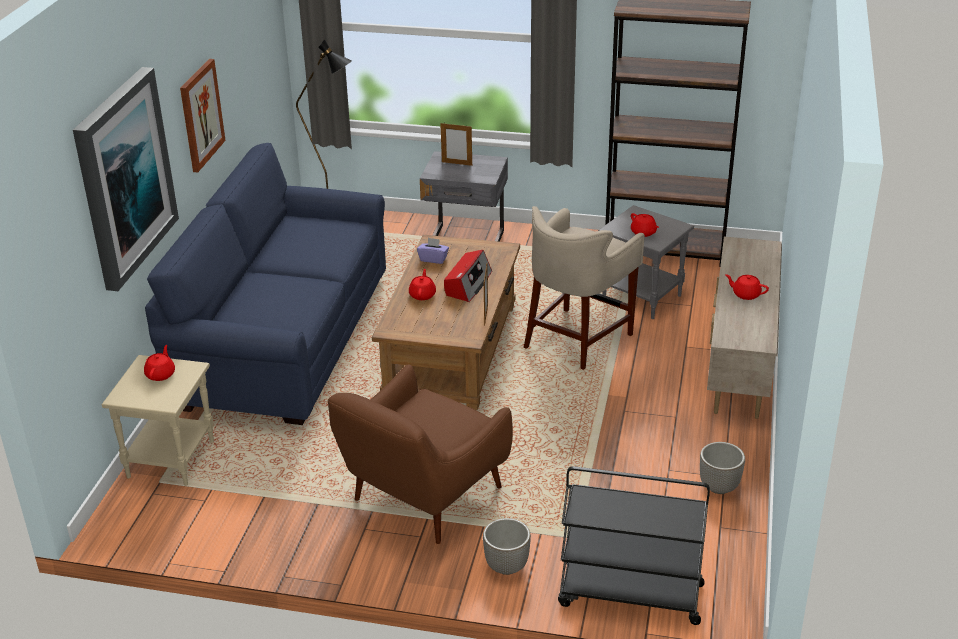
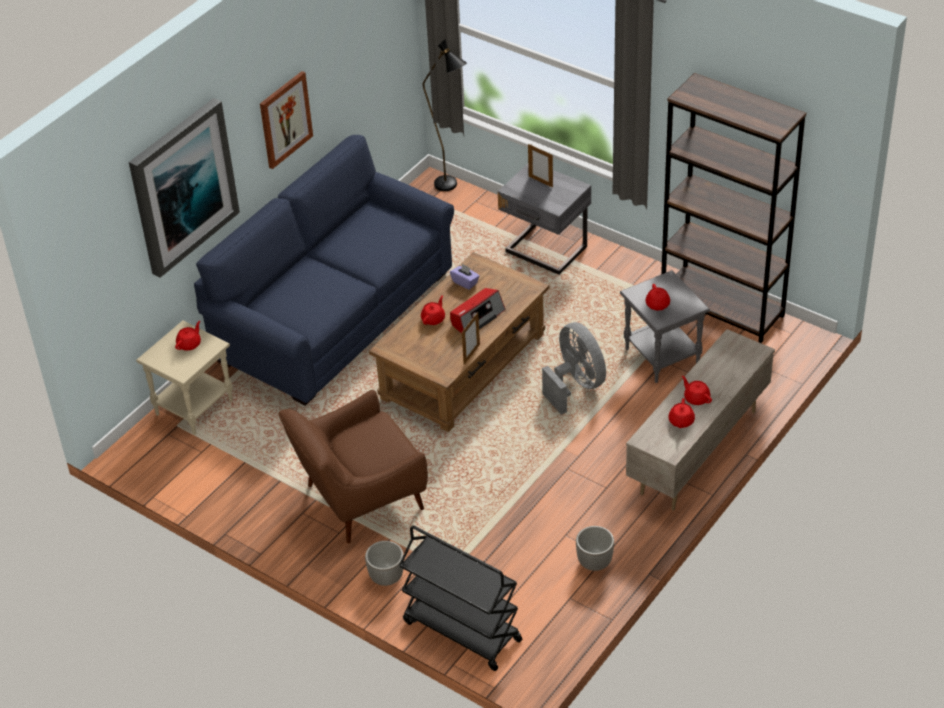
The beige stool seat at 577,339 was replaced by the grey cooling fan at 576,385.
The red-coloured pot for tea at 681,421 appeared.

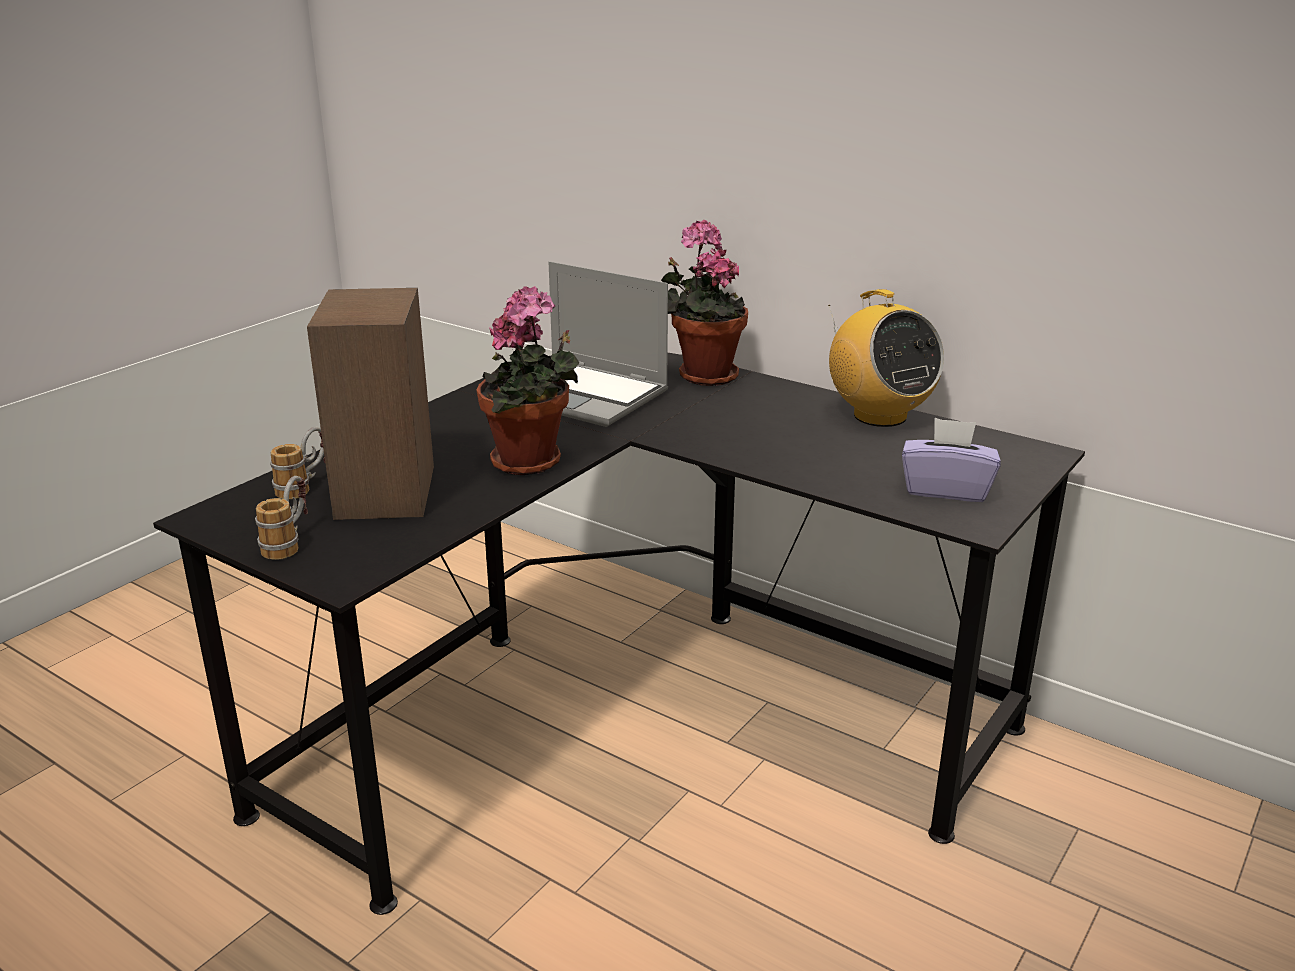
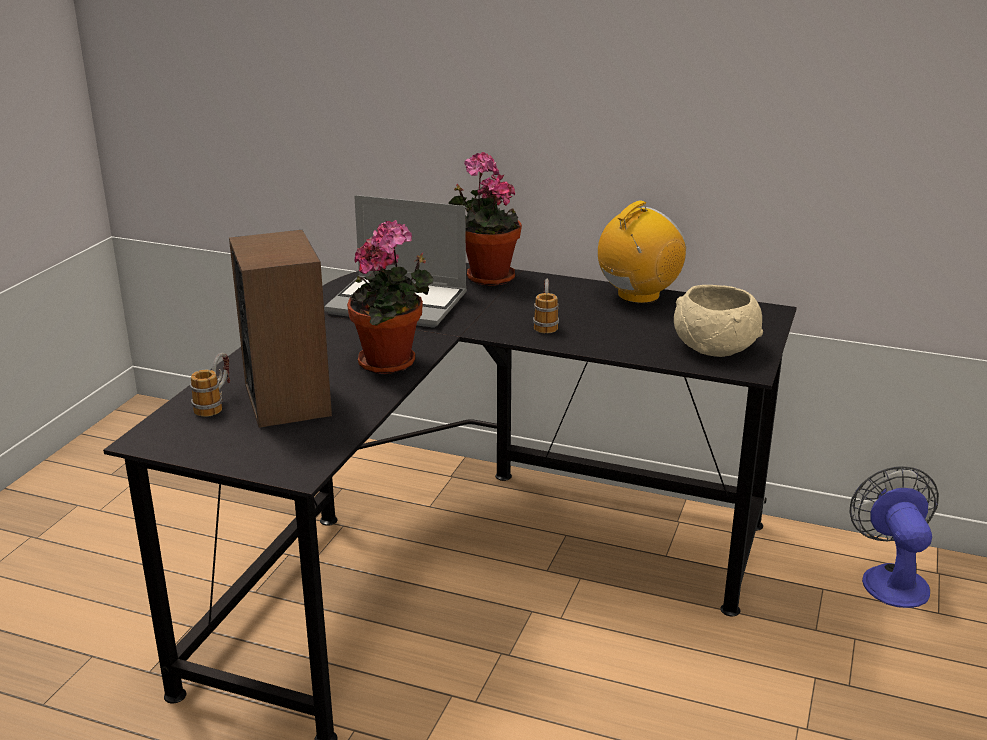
The tea mug moved from 289,542 to 545,323.
The radio set at 879,416 turned 90 degrees counterclockwise.
The purplish tissue box at 946,489 was replaced by the beige serving bowl at 714,346.
The cooling fan at 891,578 appeared.

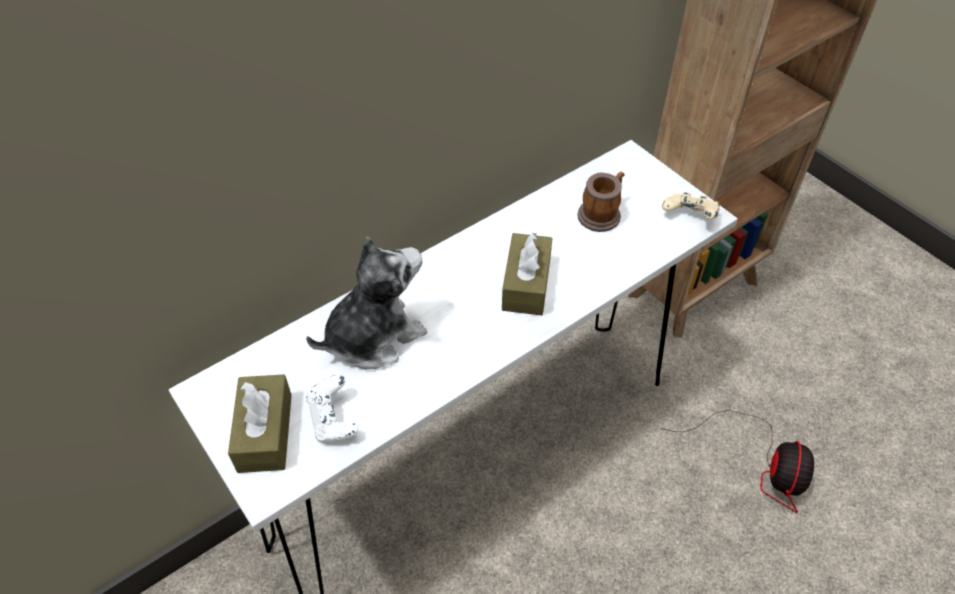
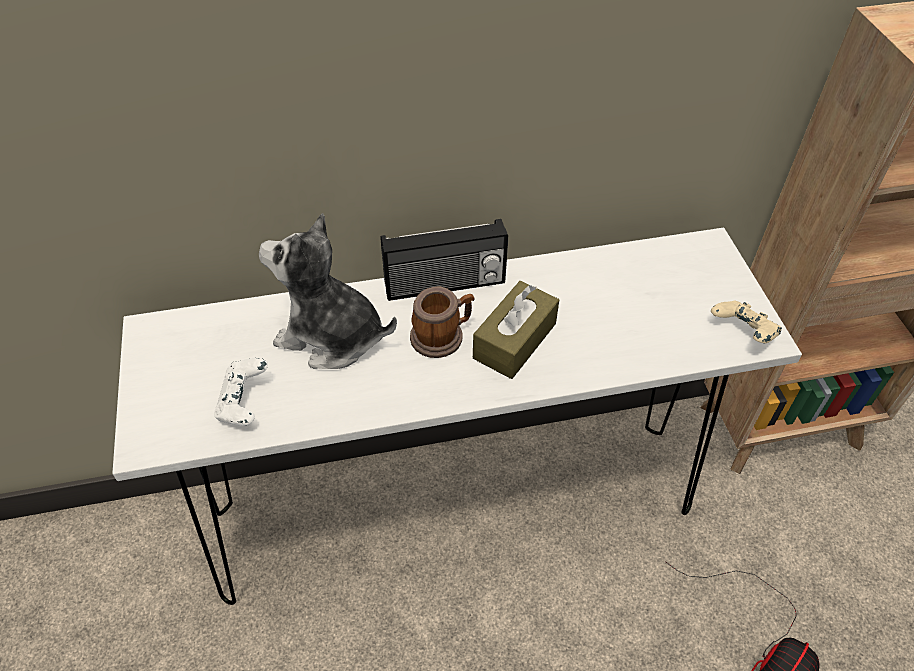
The brown-coloured tissue box at 265,432 disappeared.
The plush toy at 373,336 turned 150 degrees counterclockwise.
The tea mug moved from 601,214 to 442,336.
The radio set at 445,285 appeared.

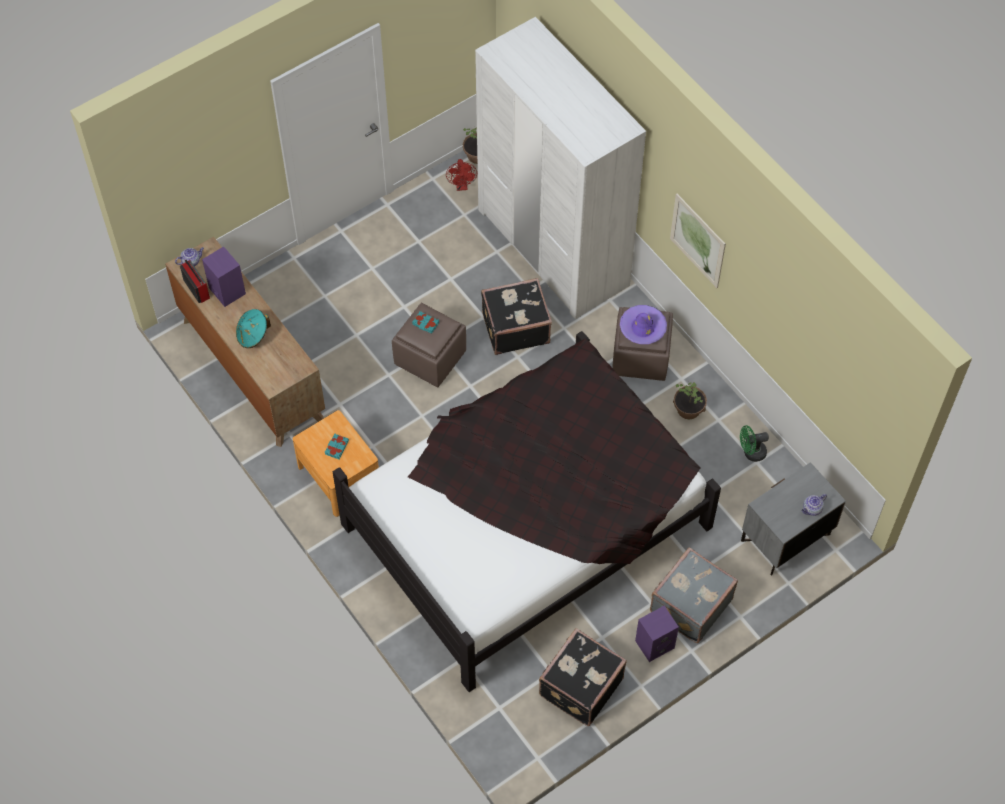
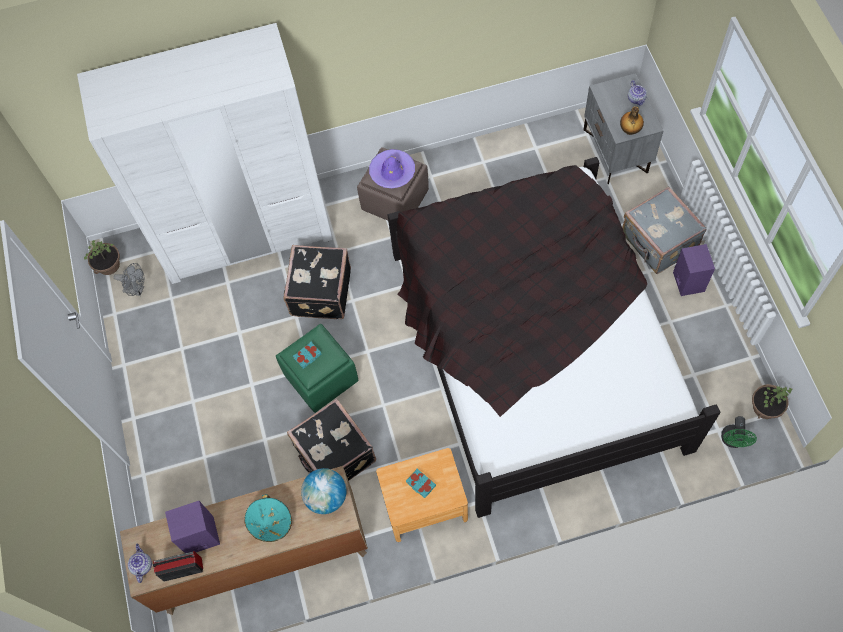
The brown-coloured pouffe at 431,357 became the green pouffe at 321,377.
The red-coloured cooling fan at 462,186 became the grey cooling fan at 137,290.
The blackish travel case moved from 579,686 to 334,455.
The picture at 697,240 disappeared.
The houseplant moved from 688,409 to 765,407.
The green cooling fan moved from 751,453 to 733,441.
The globe at 326,497 appeared.
The drink bottle at 629,130 appeared.

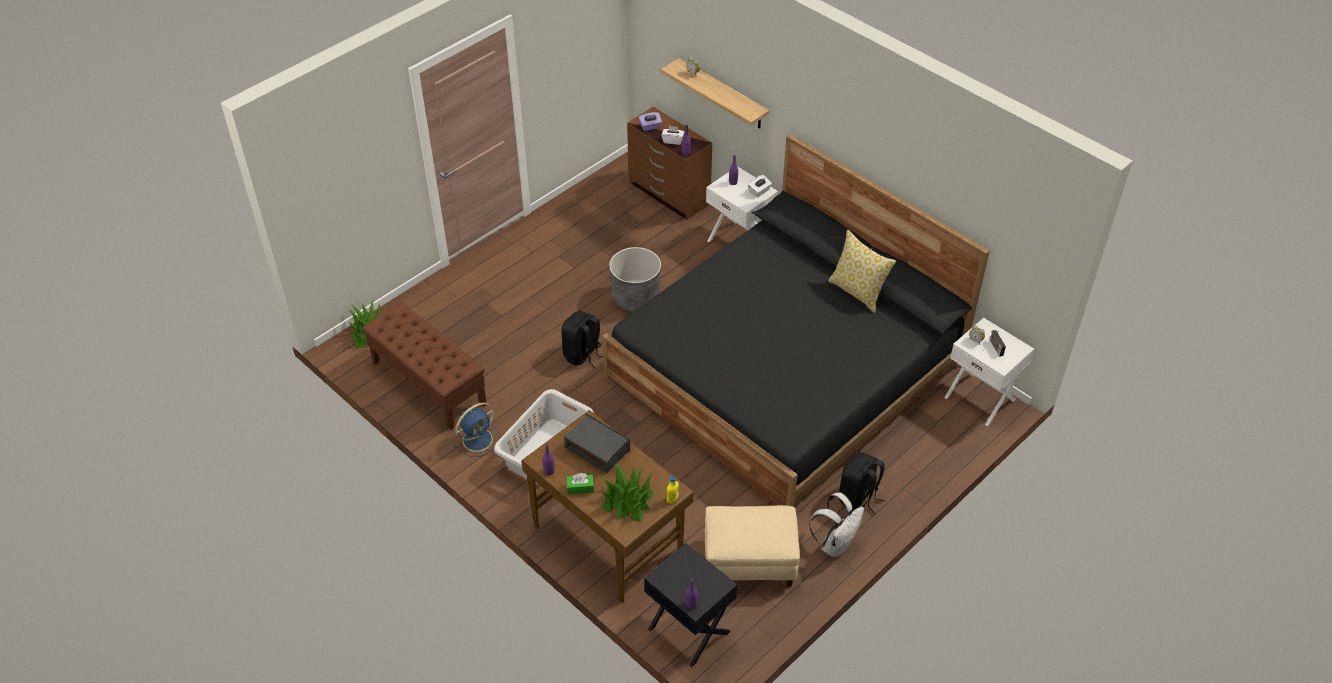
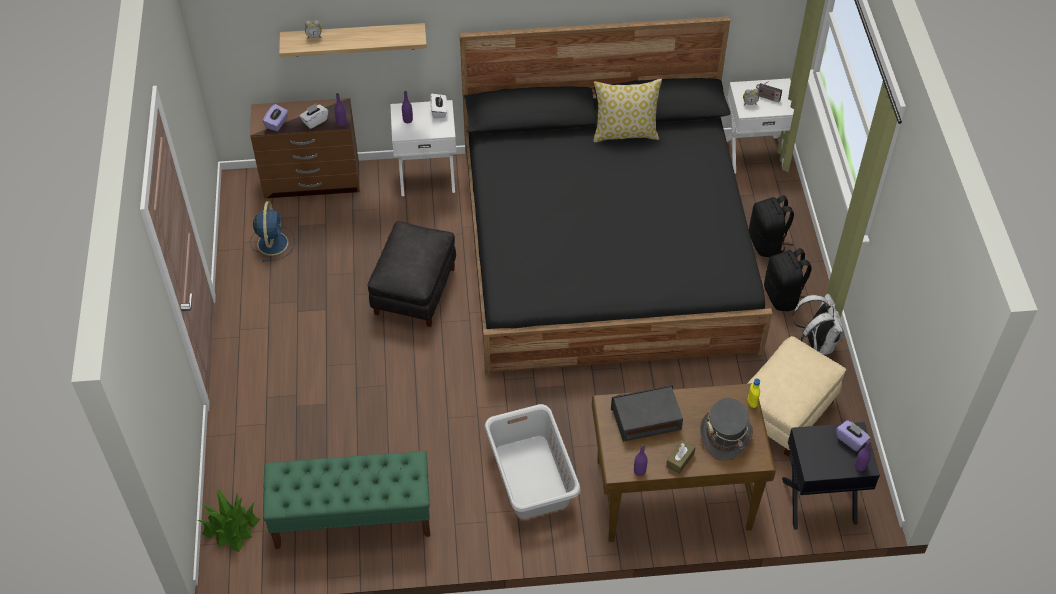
The brown-coloured indoor bench at 428,383 became the green indoor bench at 352,518.
The blue cooling fan moved from 478,439 to 273,242.
The blackish rucksack moved from 583,355 to 767,243.
The green tissue box at 580,488 became the brown-coloured tissue box at 680,460.
The houseplant at 627,501 was replaced by the grey clothing hat at 725,435.
The grey flower pot at 636,298 was replaced by the blackish pouffe at 414,290.
The purplish tissue box at 851,440 appeared.

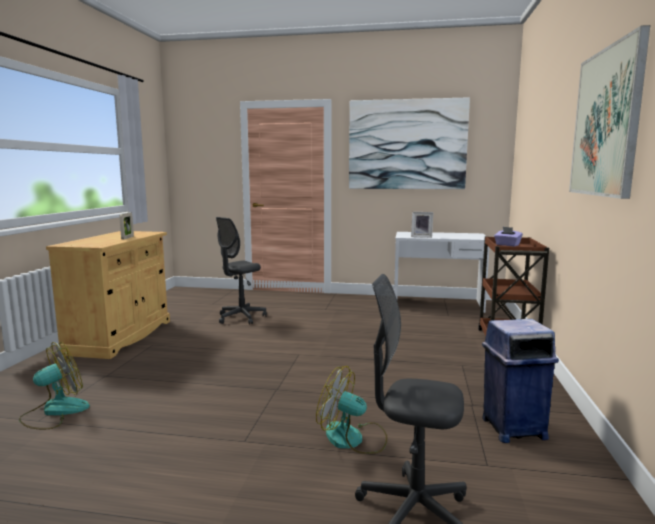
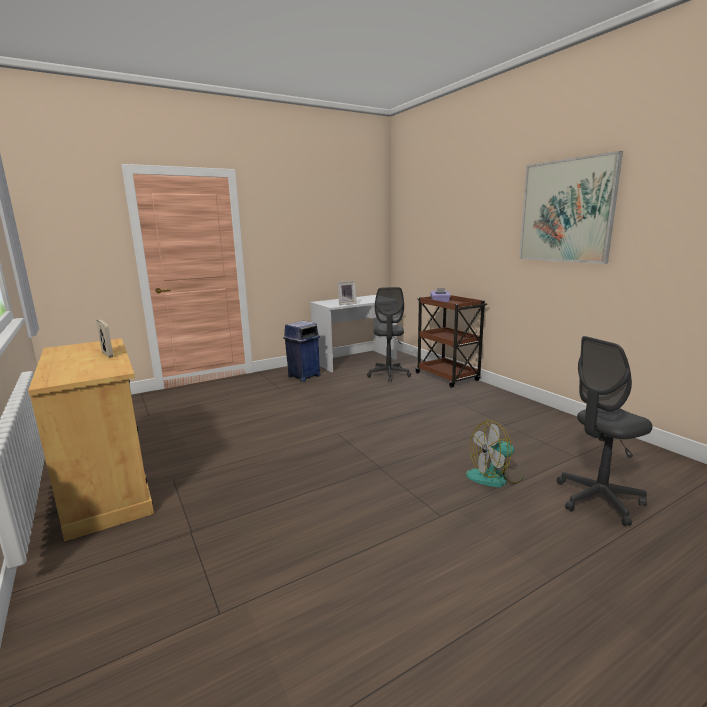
The cooling fan at 55,411 disappeared.
The grey computer chair moved from 241,318 to 388,375.
The picture at 407,144 disappeared.
The blue rubbish bin moved from 512,428 to 303,376.

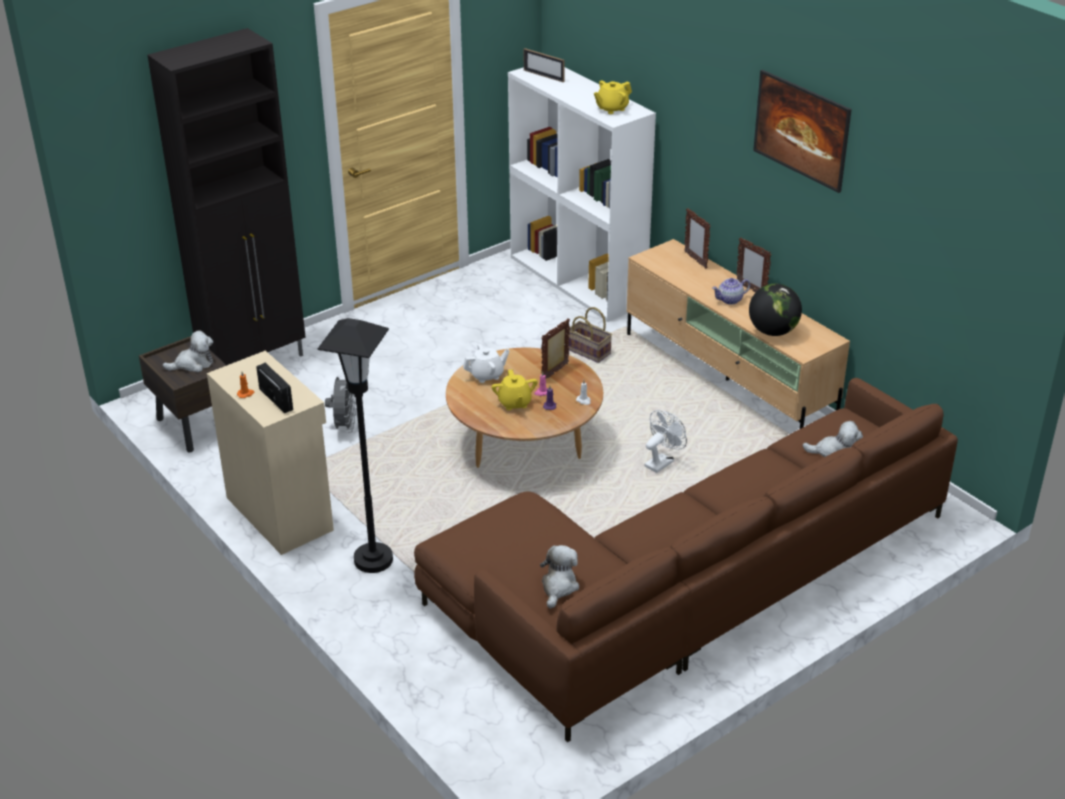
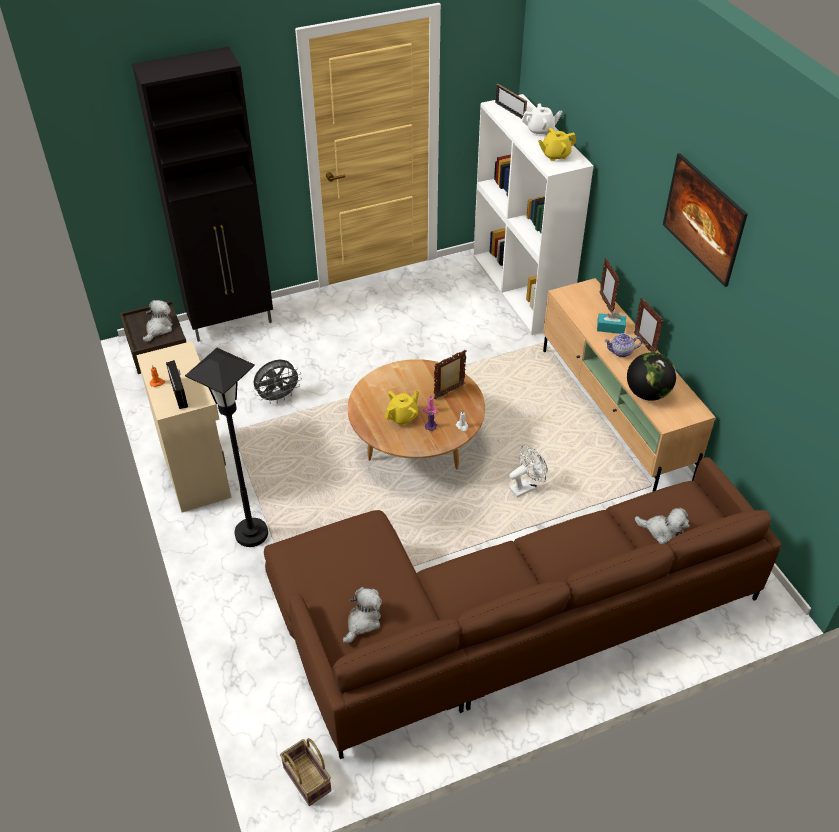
The plush toy at 193,364 turned 60 degrees counterclockwise.
The grey cooling fan at 344,426 turned 45 degrees clockwise.
The whitish pot for tea moved from 487,375 to 540,131.
The yellow pot for tea at 514,403 turned 135 degrees counterclockwise.
The storage basket moved from 590,352 to 309,779.
The blue-green tissue box at 610,328 appeared.

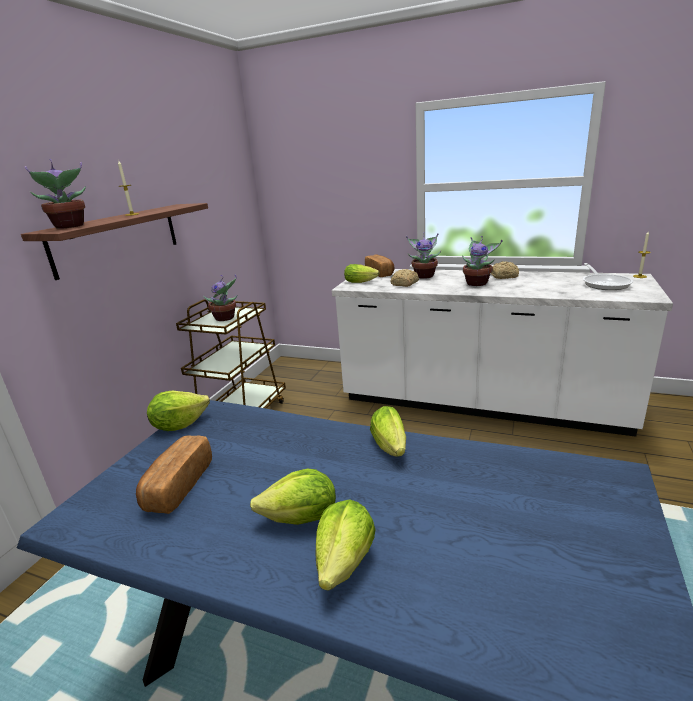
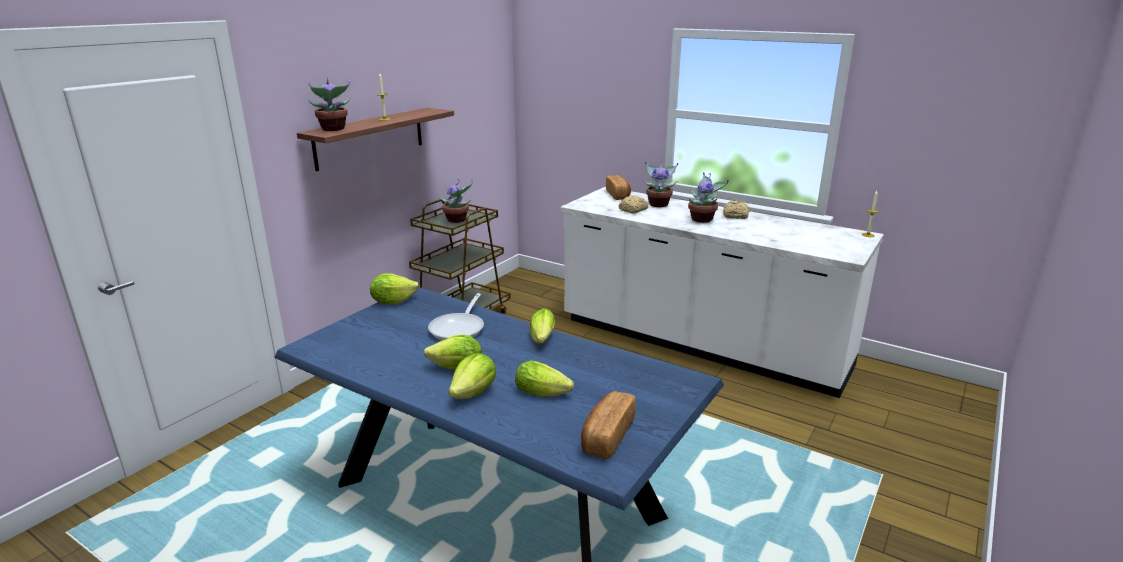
The bread moved from 178,486 to 606,436.
The lettuce moved from 362,281 to 545,393.
The pan moved from 604,283 to 459,328.

